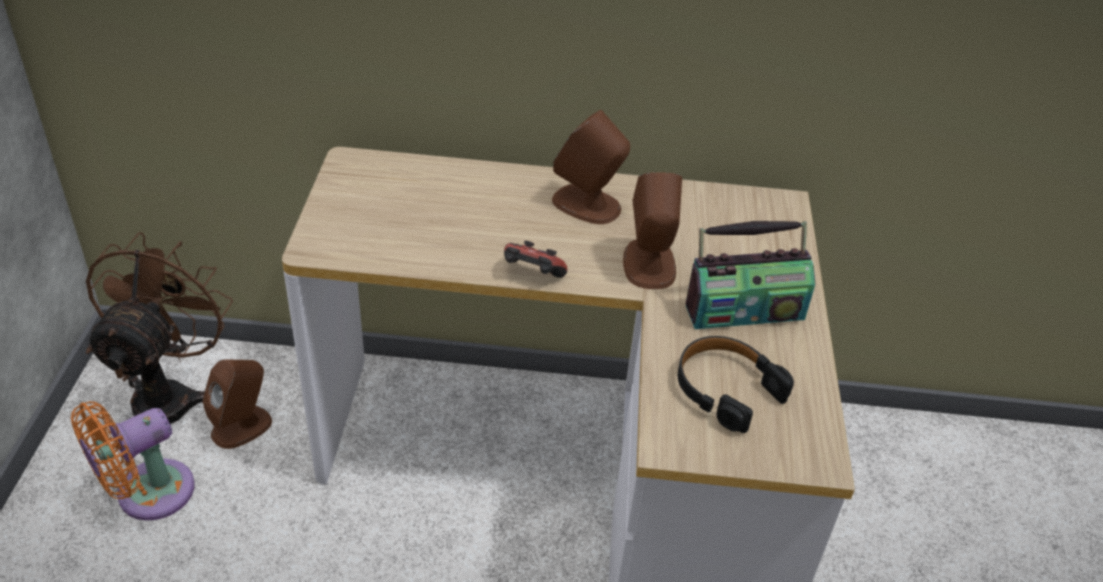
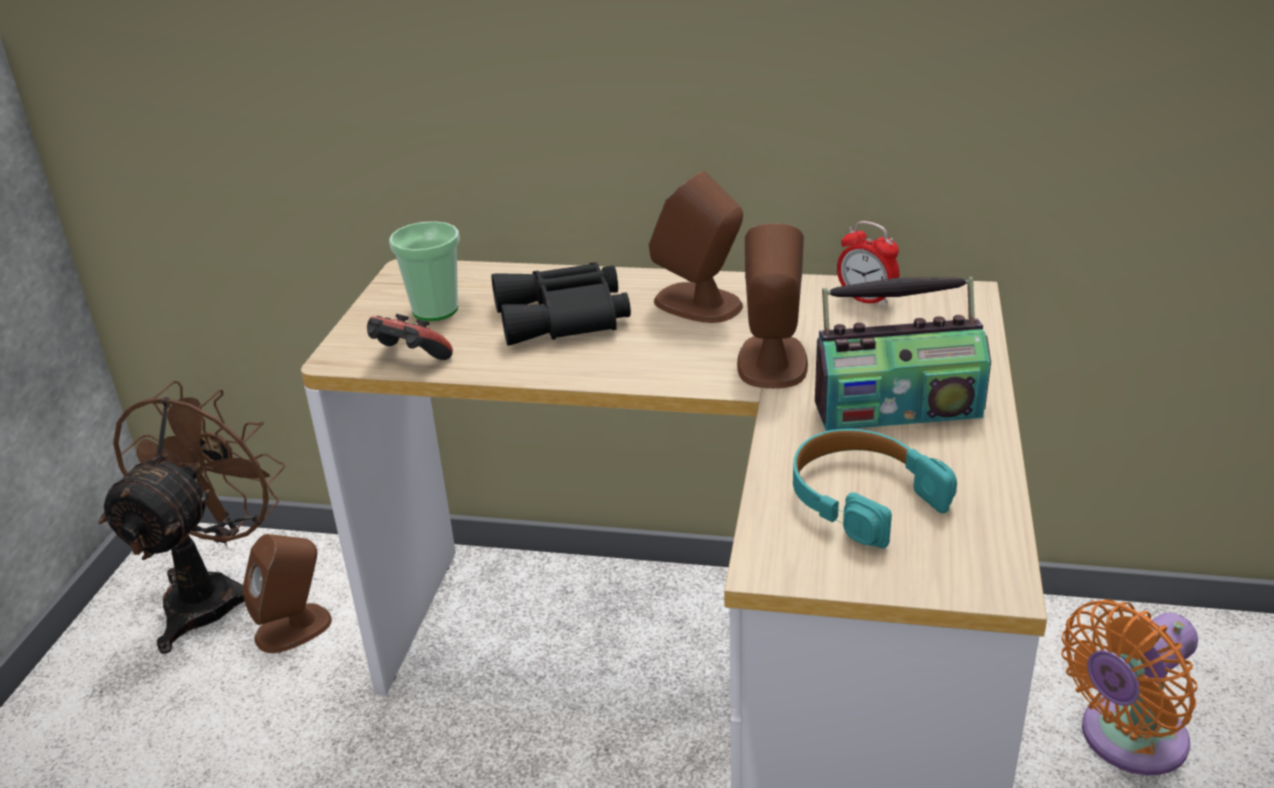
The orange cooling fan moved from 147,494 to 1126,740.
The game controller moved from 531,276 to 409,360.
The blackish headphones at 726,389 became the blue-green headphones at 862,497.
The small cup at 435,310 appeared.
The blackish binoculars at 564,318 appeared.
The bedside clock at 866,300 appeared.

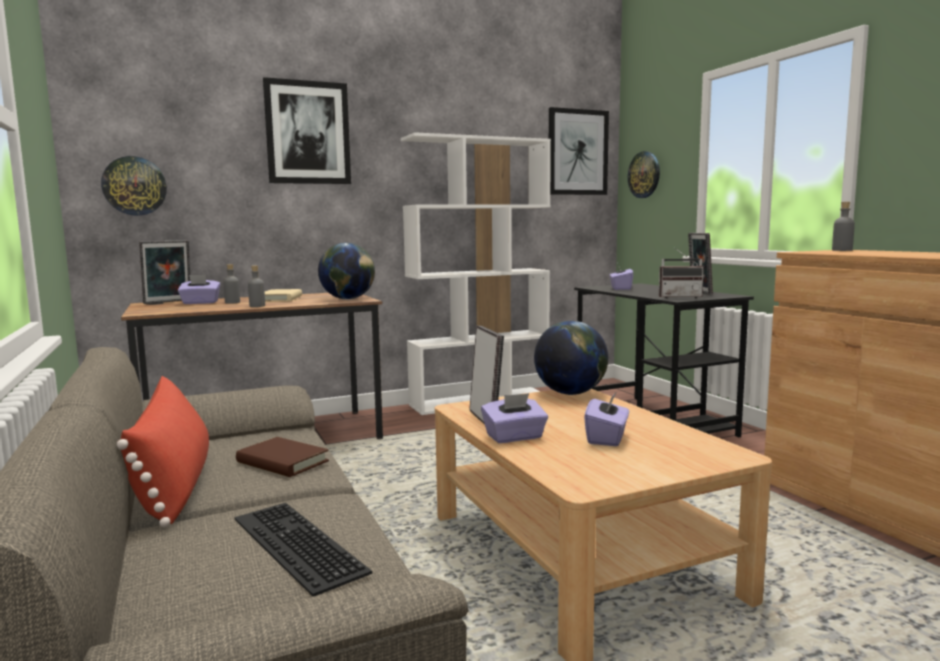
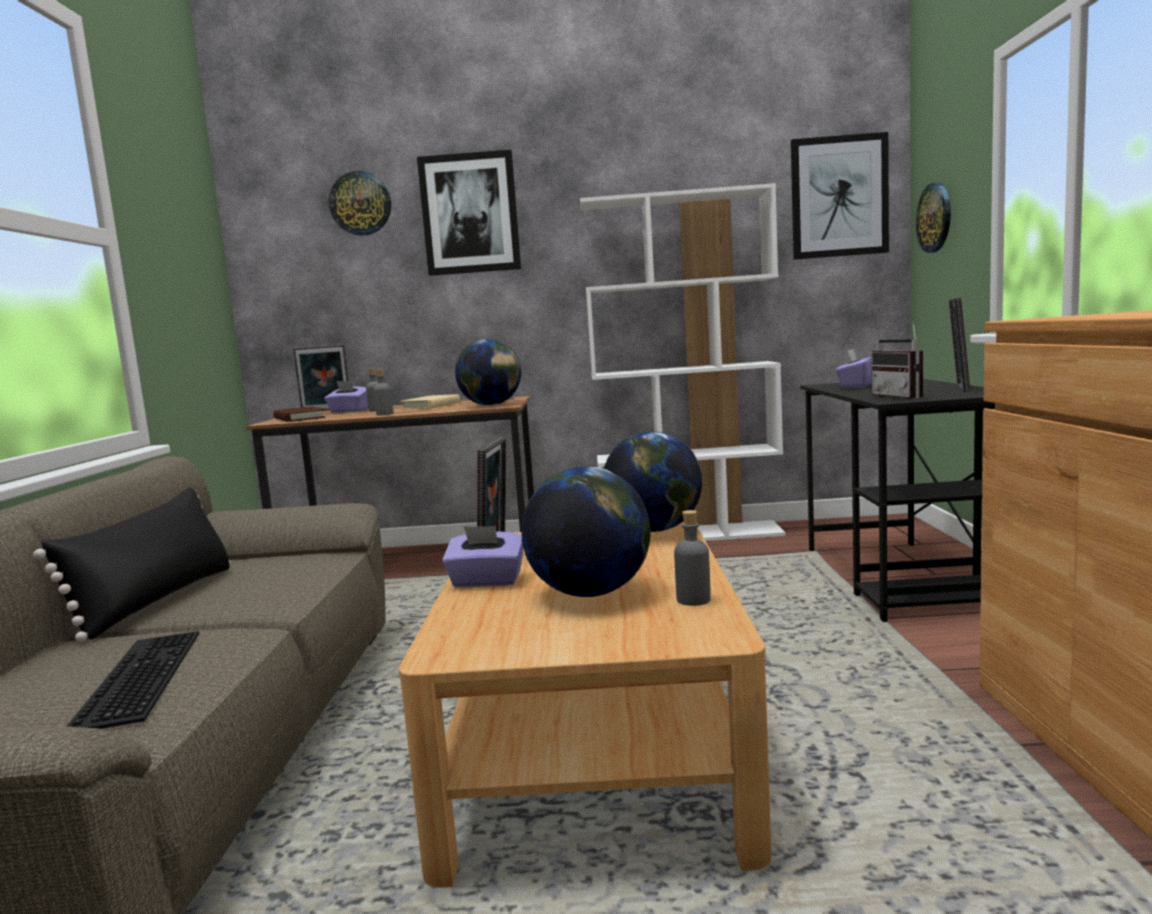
The clock on the wall moved from 134,186 to 360,203.
The red-coloured throw pillow at 174,484 became the blackish throw pillow at 157,600.
The brown-coloured volume moved from 282,462 to 299,418.
The purplish tissue box at 607,438 was replaced by the globe at 590,593.
The radio set at 679,297 turned 45 degrees clockwise.
The grey drink bottle moved from 842,250 to 693,600.

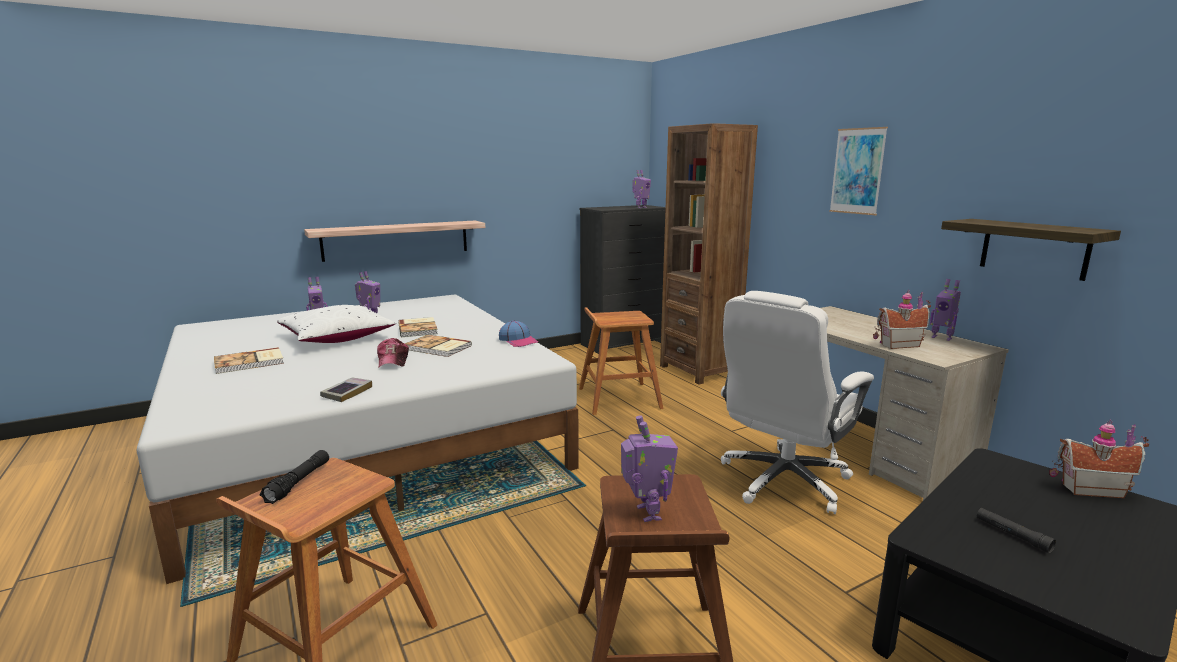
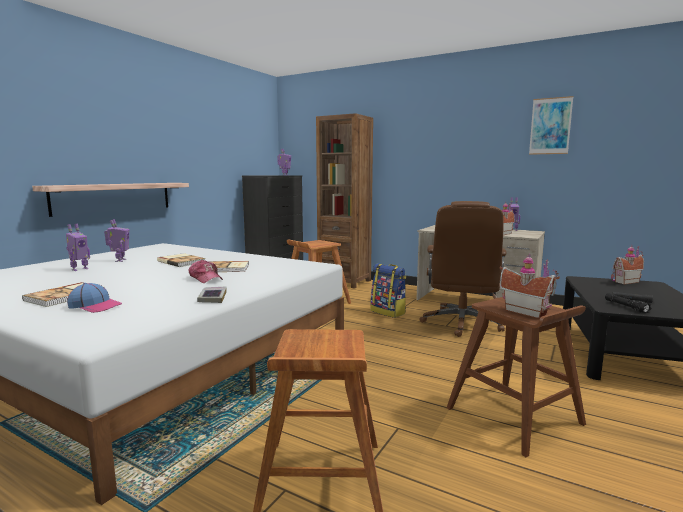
The blackish flashlight moved from 298,483 to 626,307.
The whitish throw pillow at 337,338 disappeared.
The baseball cap moved from 518,341 to 95,306.
The toy robot at 646,513 was replaced by the miniature house at 526,311.
The whitish computer chair at 783,481 became the brown-coloured computer chair at 461,323.
The picture moved from 857,171 to 550,126.
The wall shelf at 1034,248 disappeared.
The rucksack at 388,312 appeared.

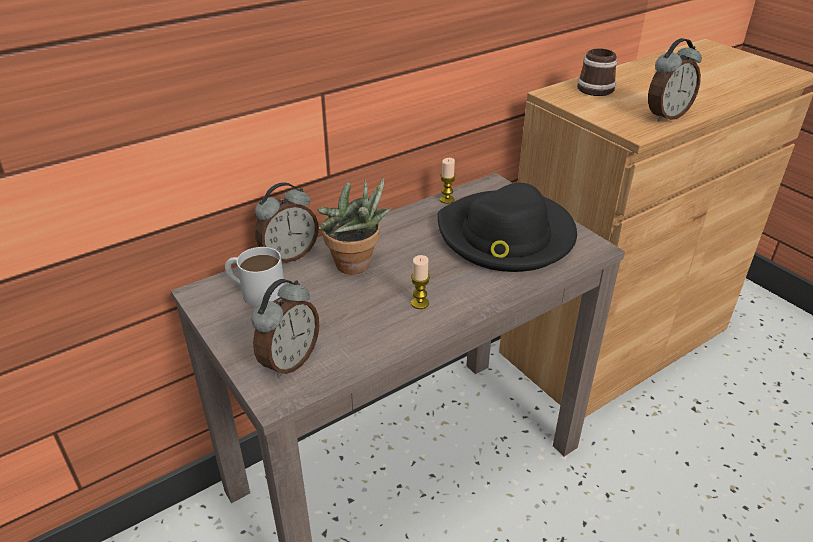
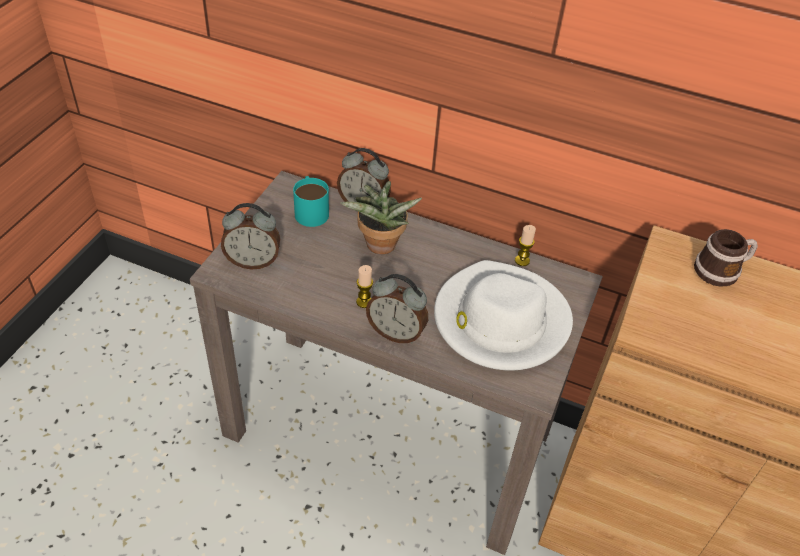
The whitish tea mug at 256,291 became the blue-green tea mug at 310,210.
The blackish clothing hat at 506,236 became the whitish clothing hat at 499,321.
The bedside clock moved from 665,116 to 396,332.

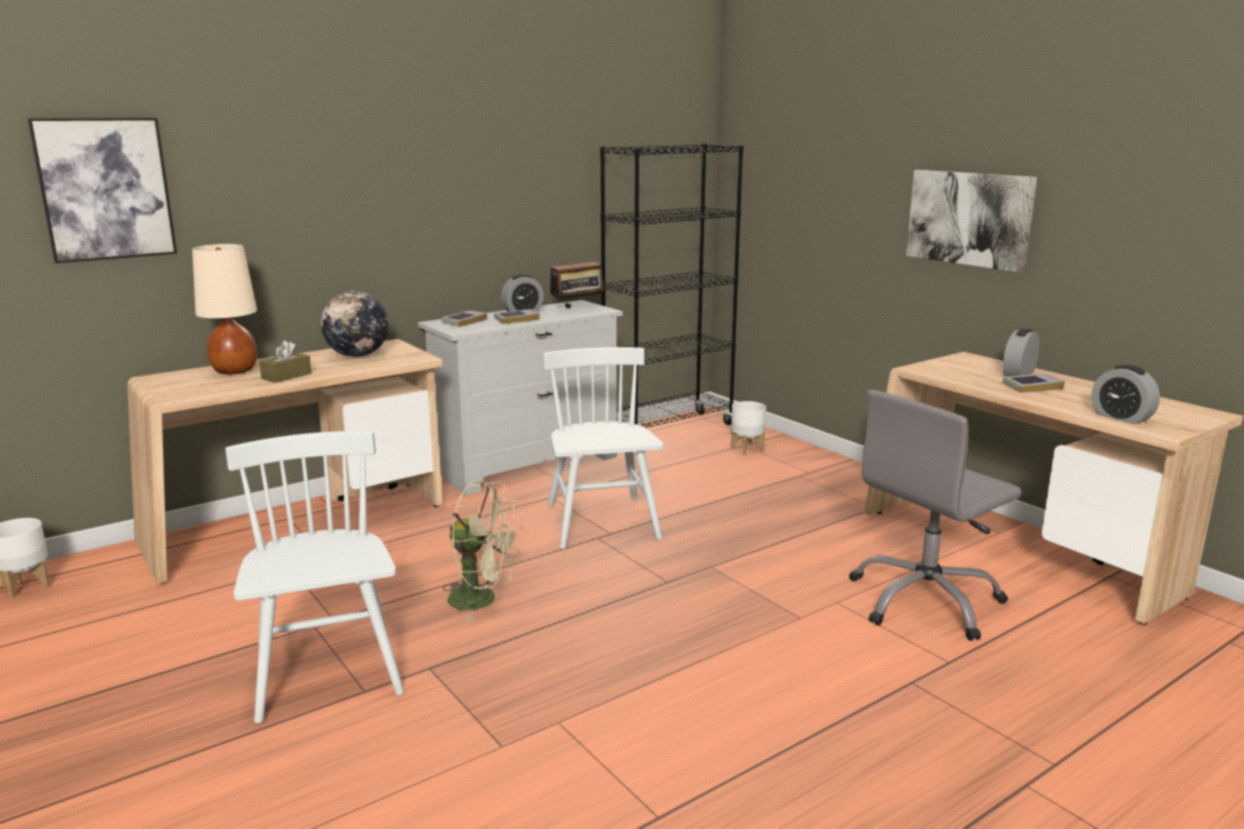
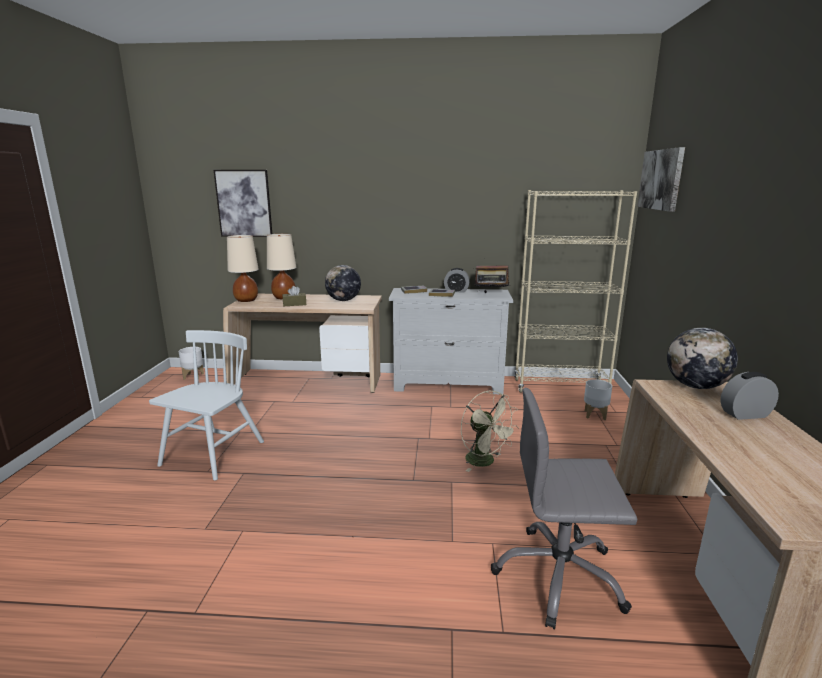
The beige cooling fan moved from 482,600 to 485,462.
The whitish upright chair at 602,522 disappeared.
The blackish bookshelf at 668,430 became the beige bookshelf at 560,387.
The picture moved from 969,218 to 661,179.
The volume at 1032,387 disappeared.
The bedside clock at 1121,417 disappeared.
The beige lamp for a table at 246,300 appeared.
The globe at 695,386 appeared.

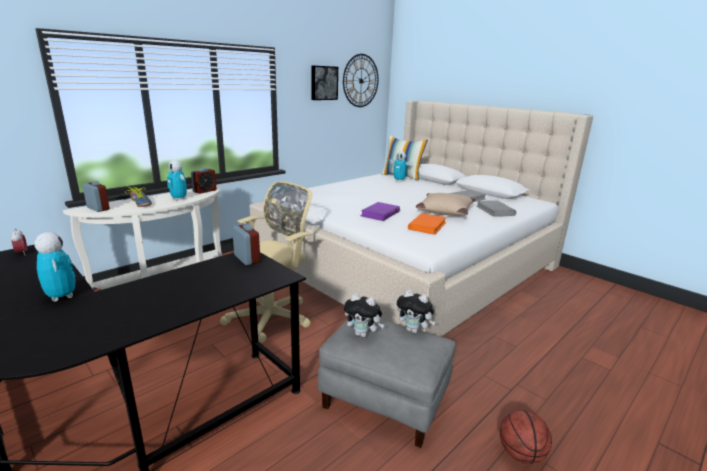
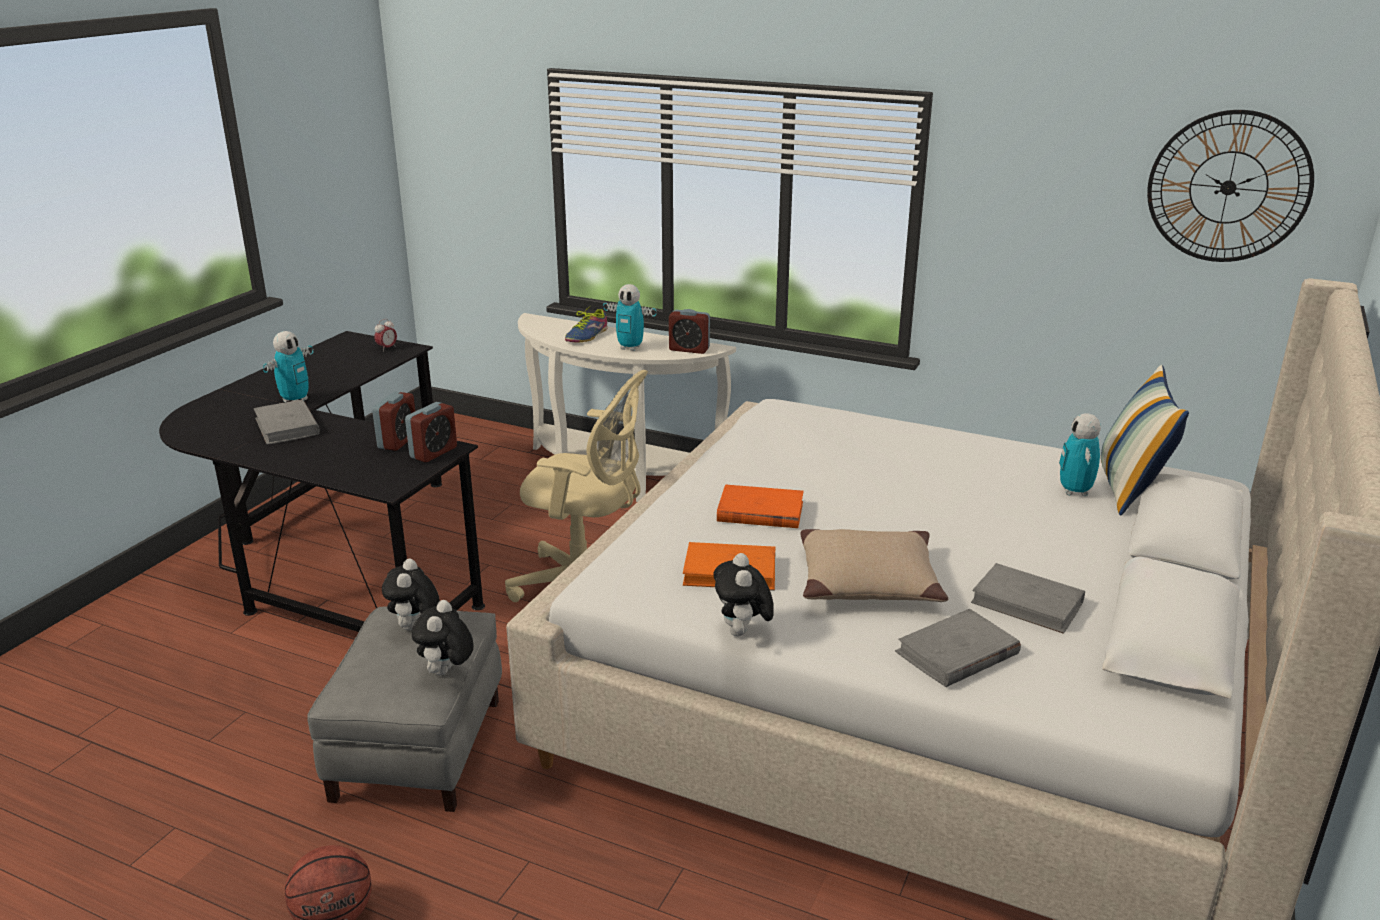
The bedside clock moved from 98,208 to 398,441.
The toy robot at 179,199 turned 90 degrees counterclockwise.
The picture at 323,83 disappeared.
The purplish volume at 380,214 became the orange volume at 759,512.
The grey volume at 287,426 appeared.
The plush toy at 742,633 appeared.

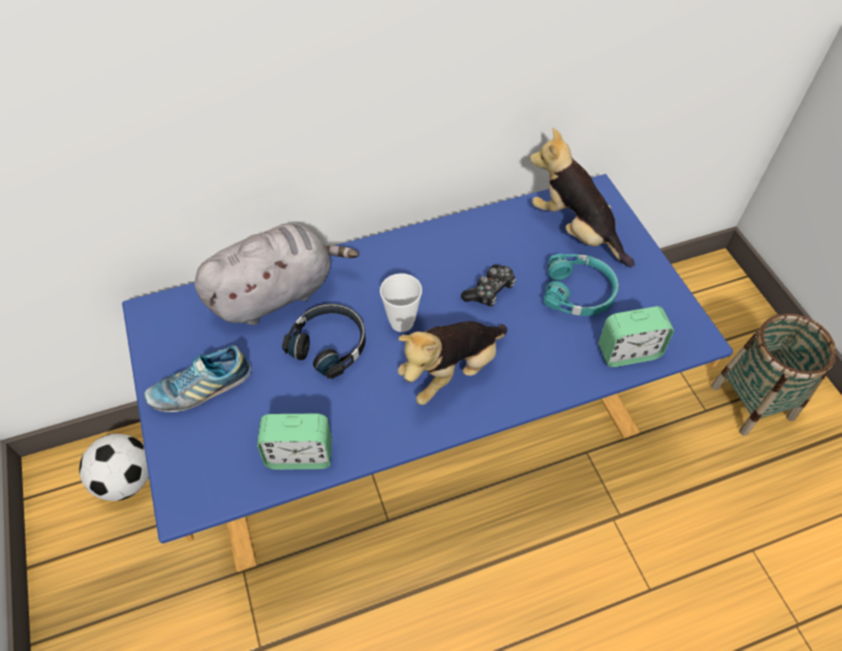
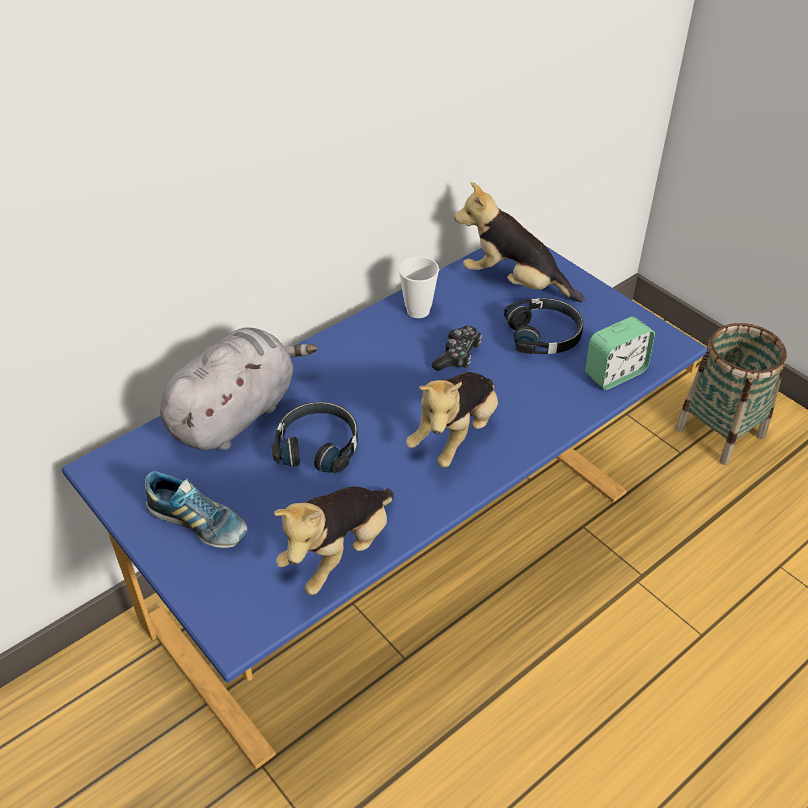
The football at 126,479 disappeared.
The shoe at 201,388 turned 105 degrees counterclockwise.
The bedside clock at 300,455 was replaced by the plush toy at 339,553.
The small cup moved from 402,322 to 418,311.
The blue-green headphones at 579,292 became the blackish headphones at 544,335.

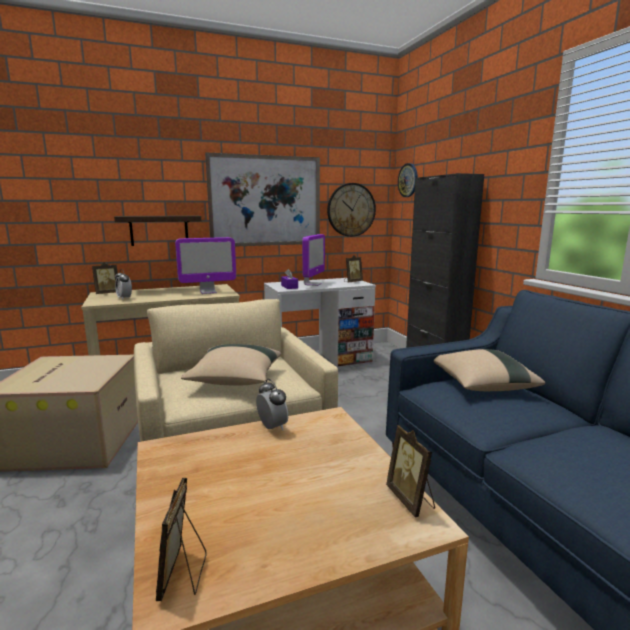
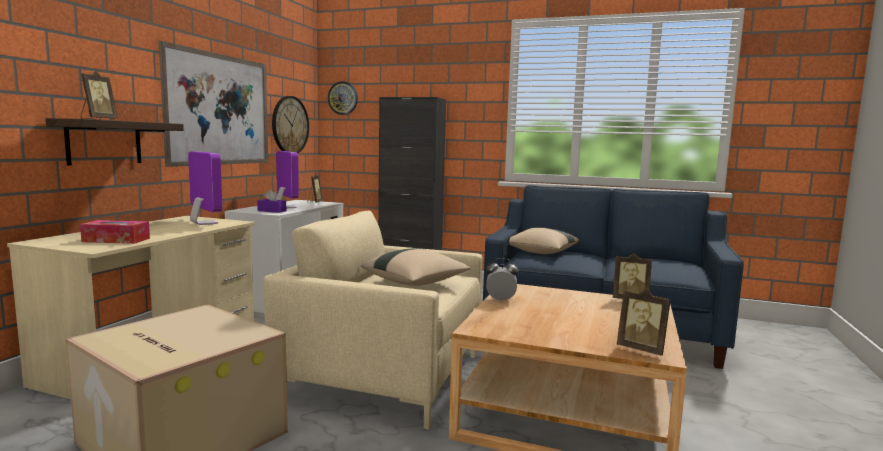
The picture frame moved from 107,293 to 98,119.
The bedside clock at 124,298 was replaced by the tissue box at 116,240.
The computer display at 208,292 turned 60 degrees counterclockwise.

